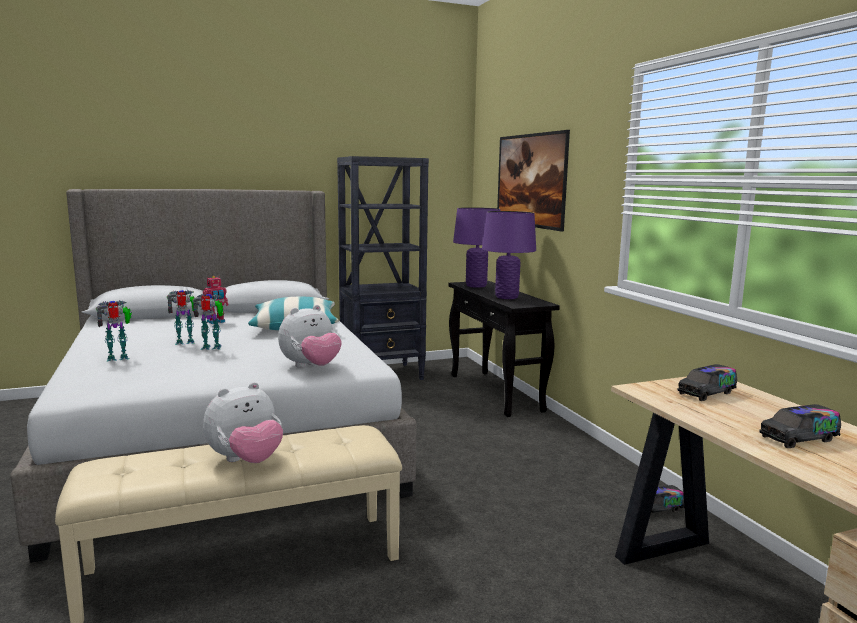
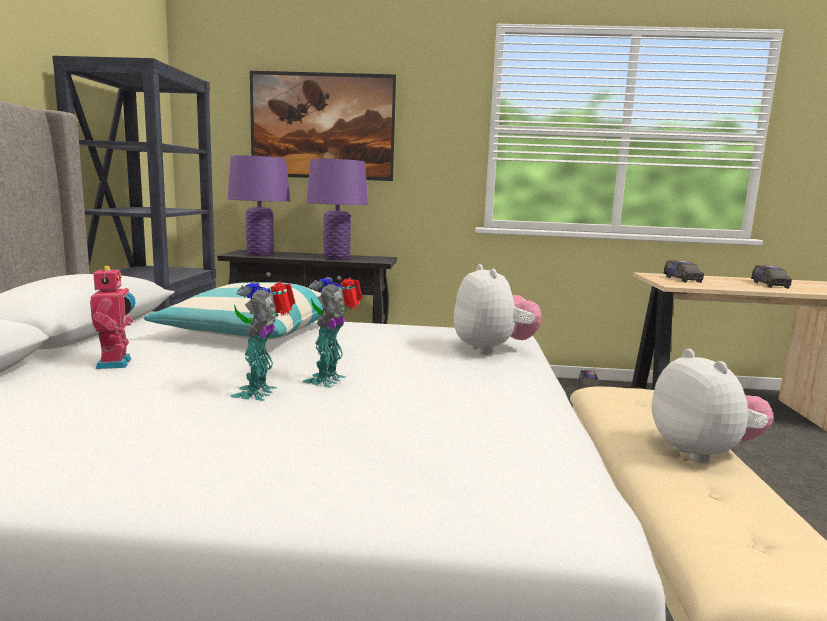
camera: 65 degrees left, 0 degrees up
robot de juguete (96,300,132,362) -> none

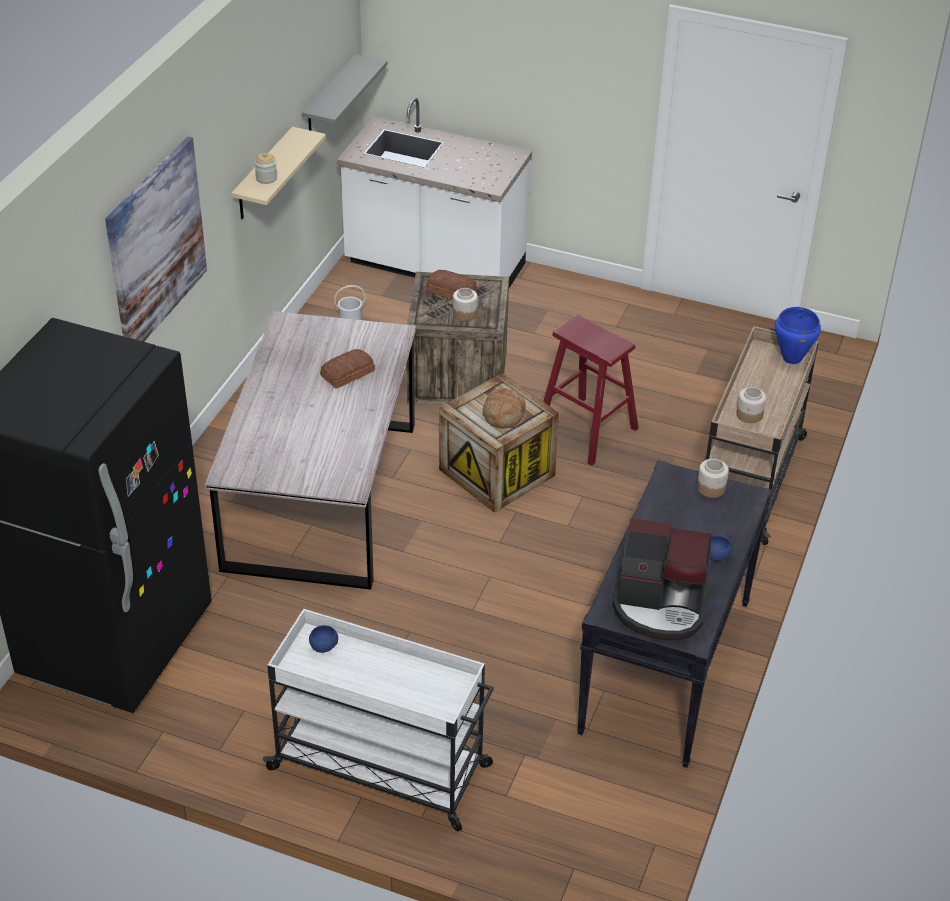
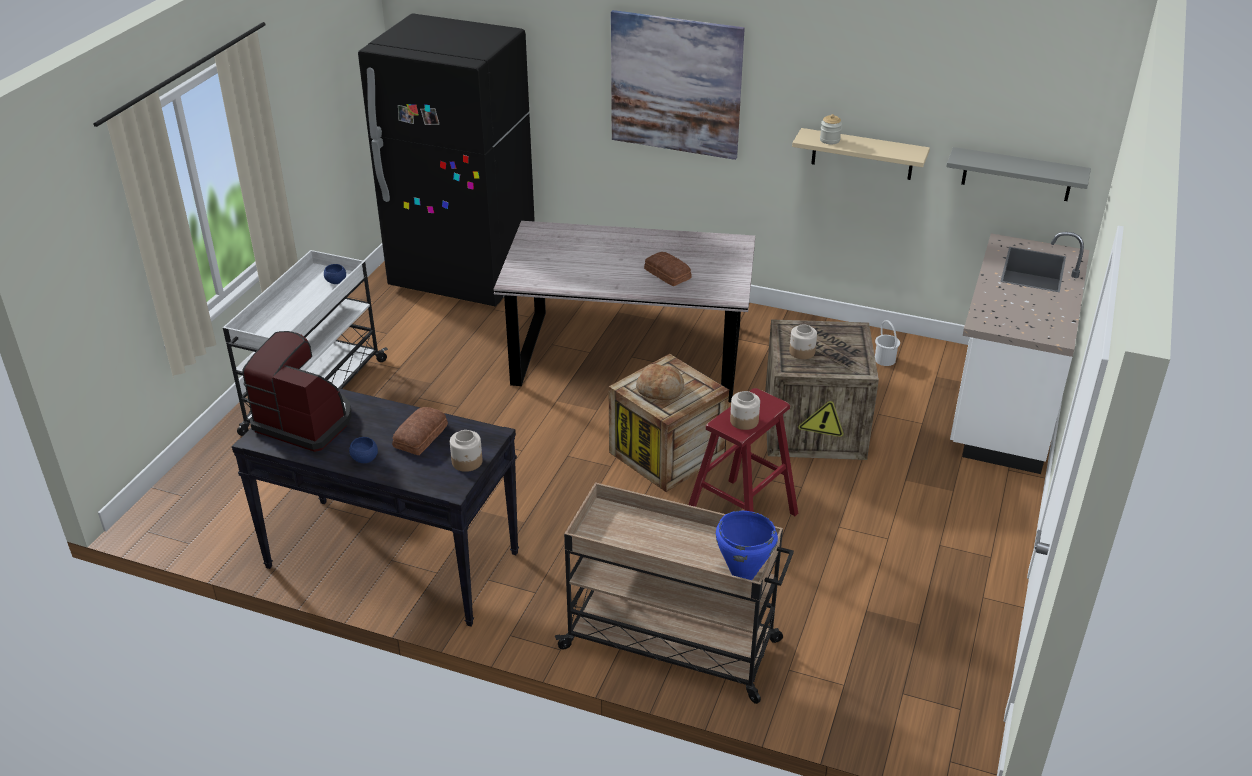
camera: 90 degrees right, 5 degrees down
cafetera (612,518,711,640) -> cafetera (242,331,352,452), 105 degrees clockwise
pan (426,270,477,299) -> pan (392,407,448,455), shifted
tarro (736,387,766,423) -> tarro (730,391,760,430), shifted

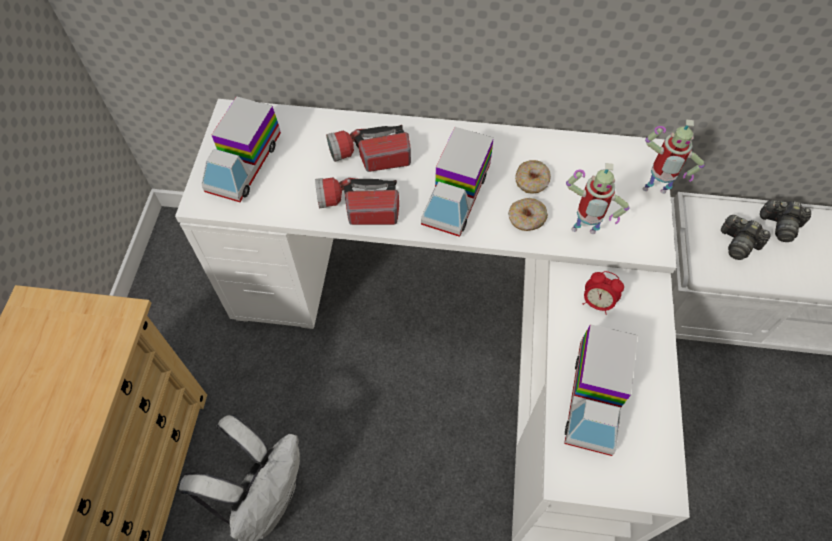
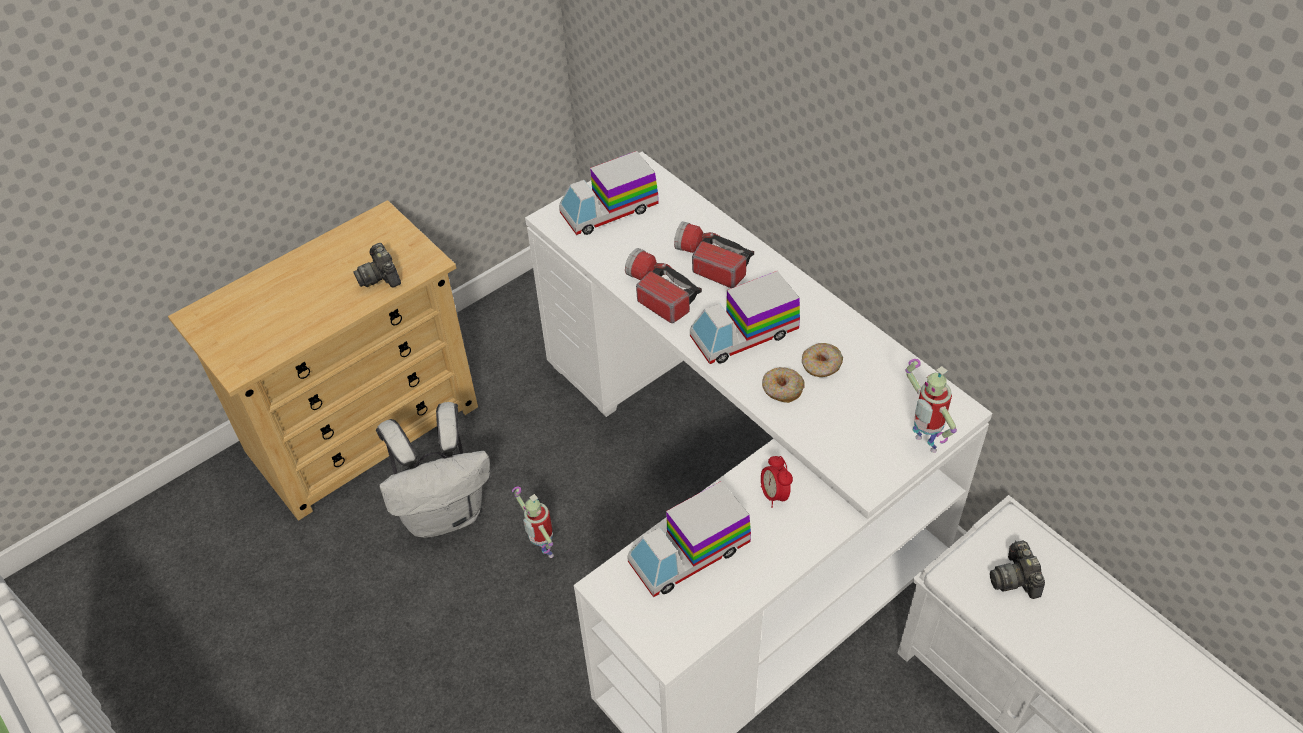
camera: 45 degrees right, 10 degrees down
cámara (760,200,811,242) -> cámara (353,243,401,288), shifted
robot de juguete (566,163,630,234) -> robot de juguete (512,487,554,558), shifted

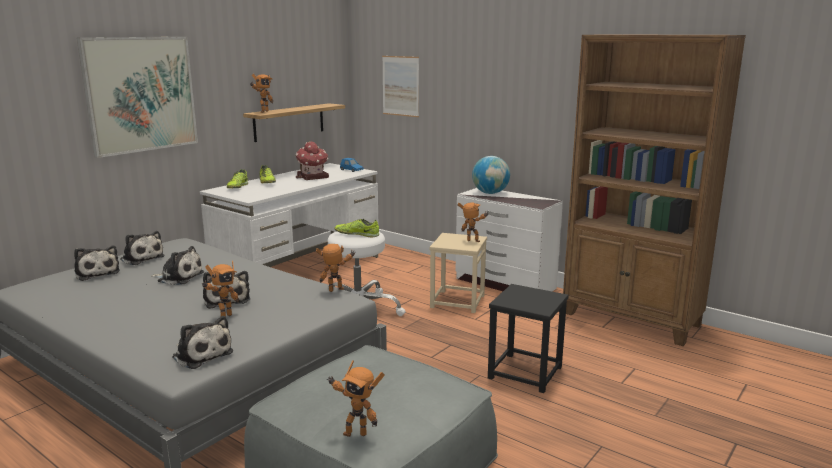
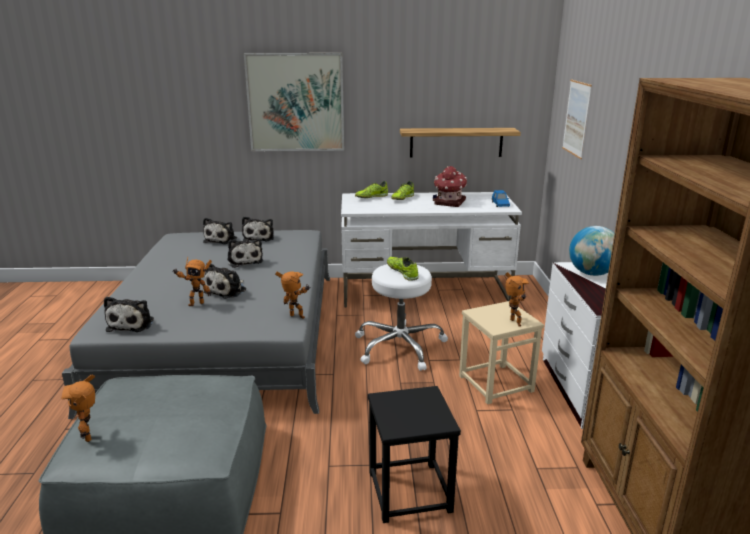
camera: 50 degrees right, 5 degrees up
robot de juguete (250,74,273,113) -> none

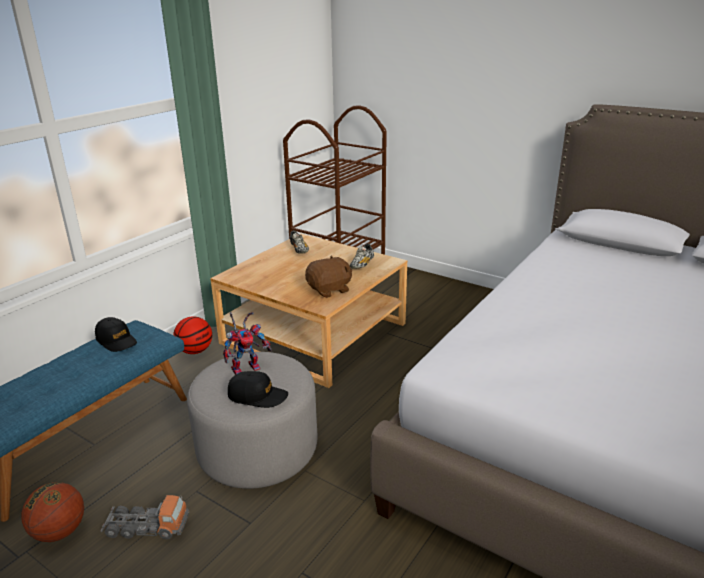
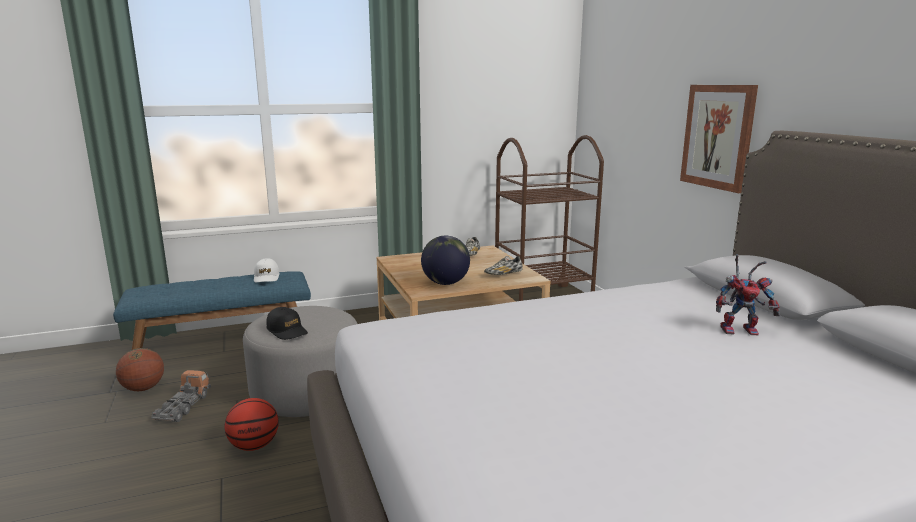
camera: 35 degrees right, 10 degrees down
camión de juguete (101,495,189,539) -> camión de juguete (151,370,211,422), 120 degrees counterclockwise
balón de baloncesto (173,316,212,354) -> balón de baloncesto (225,398,279,451), shifted
gorra (negro) (95,317,137,352) -> gorra (blanco) (254,258,280,282)
peluche (marrón) (305,256,352,298) -> globo terráqueo (421,236,470,285)
none -> cuadro (680,85,758,193)
robot de juguete (223,312,272,375) -> robot de juguete (716,254,780,335), shifted

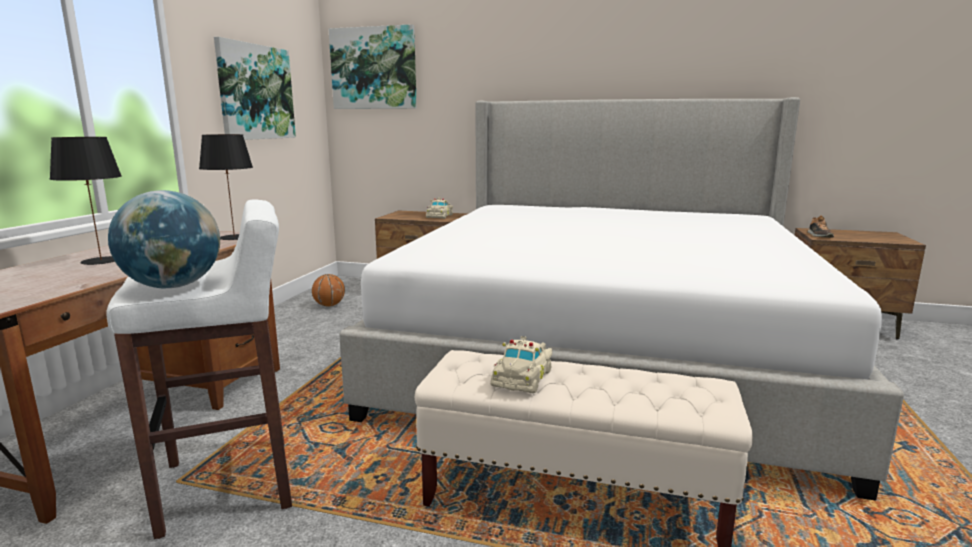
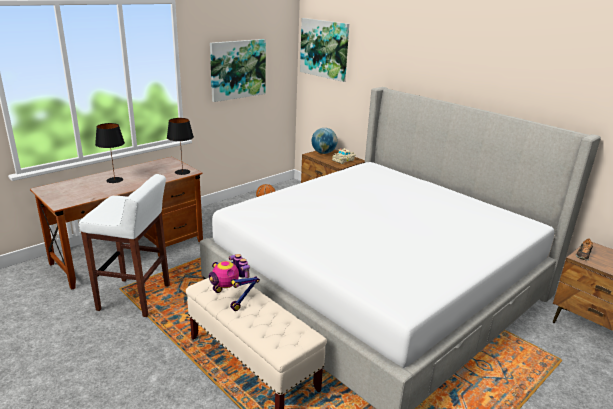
camera: 30 degrees right, 10 degrees up
coche de juguete (beis) (490,336,552,393) -> robot de juguete (209,254,260,311)
globo terráqueo (108,190,220,288) -> globo terráqueo (311,128,338,154), shifted

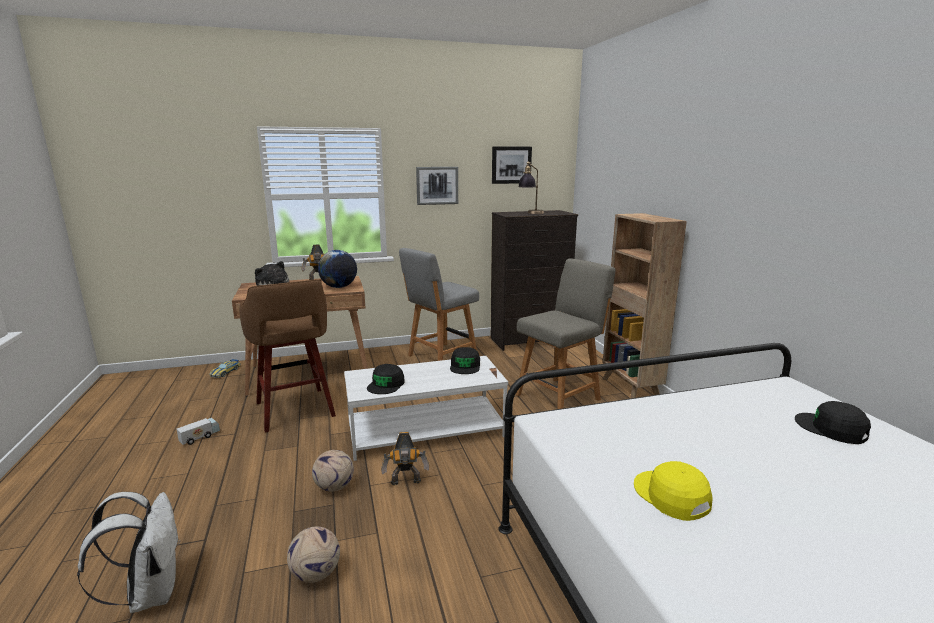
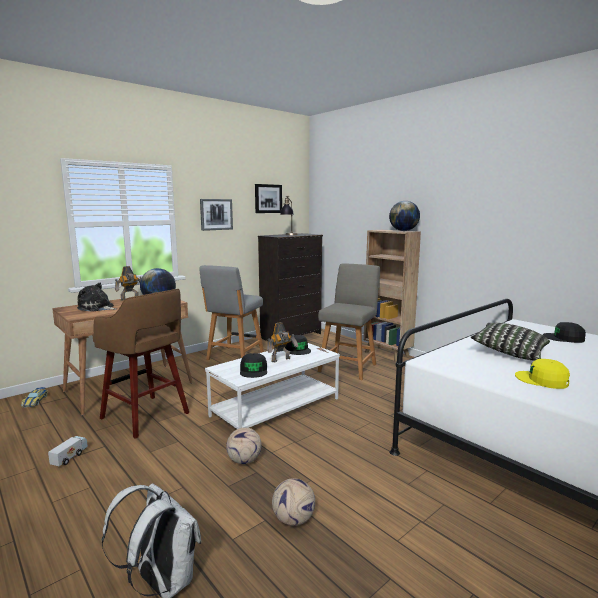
camera: 25 degrees left, 5 degrees down
robot de juguete (381,432,429,486) -> robot de juguete (267,322,298,362), shifted
none -> globo terráqueo (389,201,420,231)
none -> cojín (470,323,550,360)

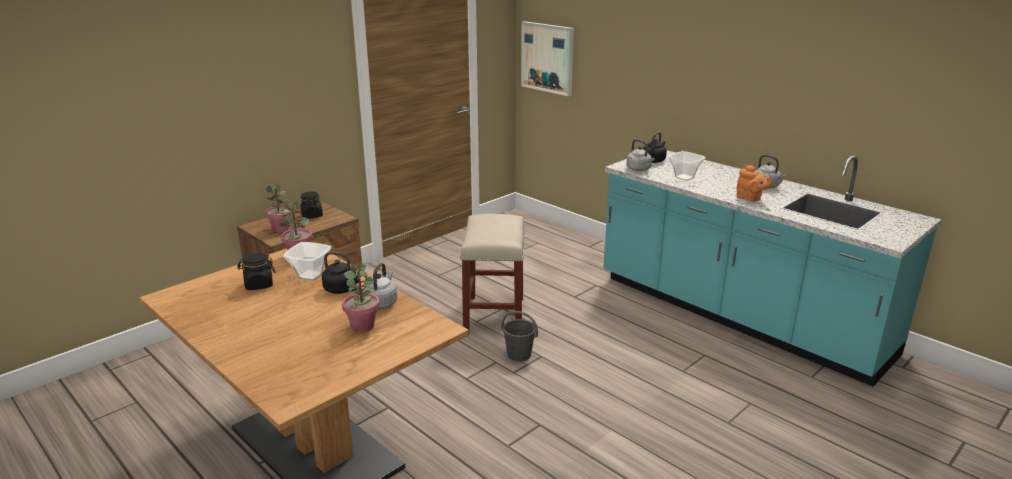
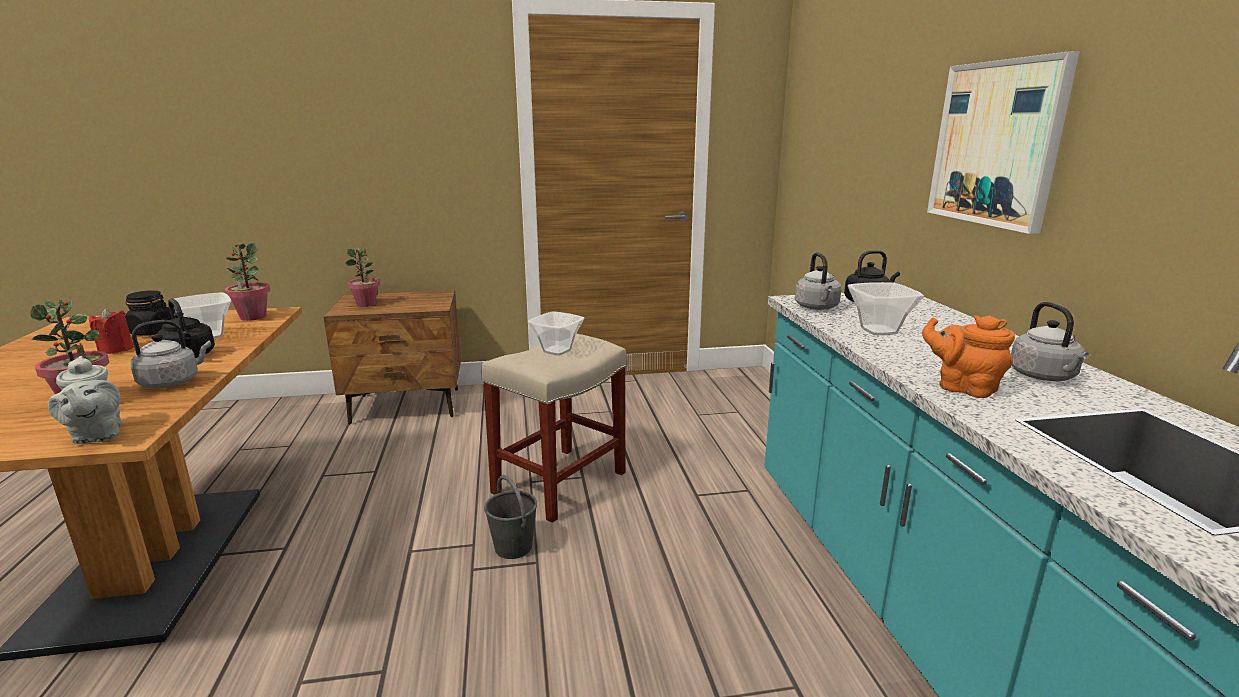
camera: 35 degrees right, 5 degrees down
none -> tetera (gris) (48,356,122,444)
none -> vela (rojo) (89,308,134,354)
none -> cuenco (527,311,584,355)
tetera (naranja) (736,164,772,202) -> tetera (naranja) (922,315,1015,398), 135 degrees clockwise
cuadro (521,21,574,96) -> cuadro (927,52,1080,234), shifted
tarro (negro) (300,191,323,218) -> none

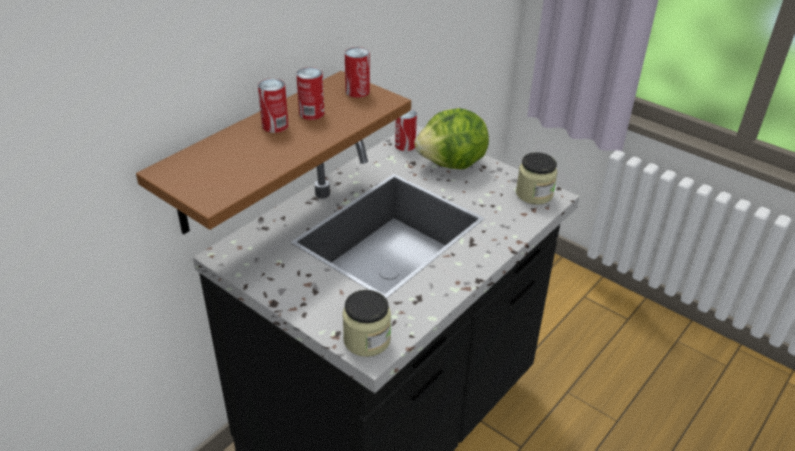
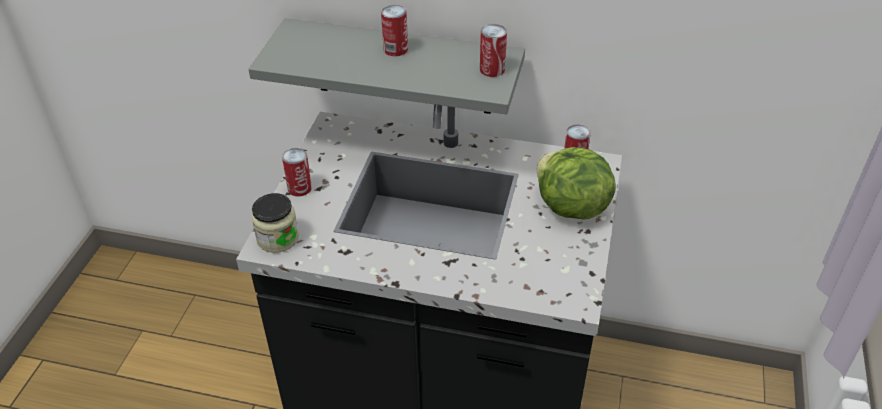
camera: 65 degrees right, 5 degrees up
estante (marrón) (136,71,411,234) -> estante (gris) (248,18,525,114)
lata (296,67,325,120) -> lata (282,148,312,196), shifted
tarro (516,152,557,205) -> none

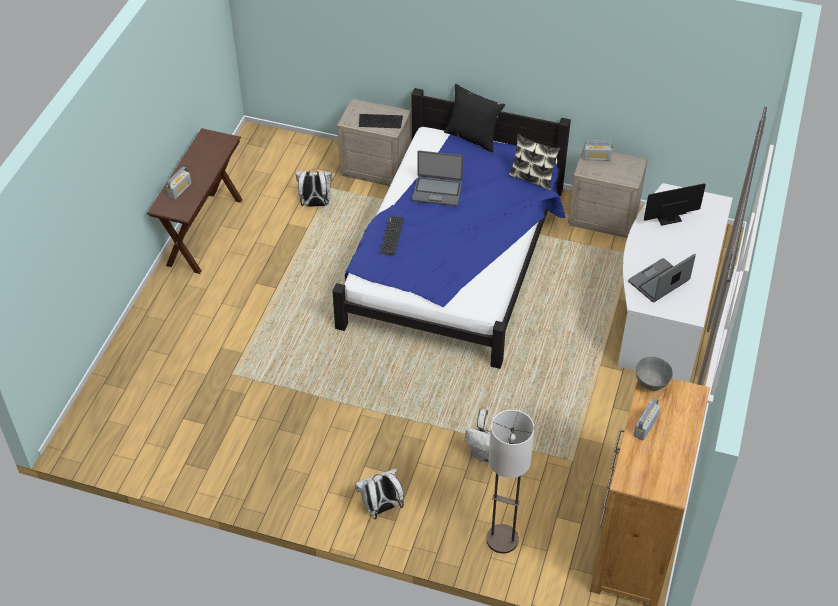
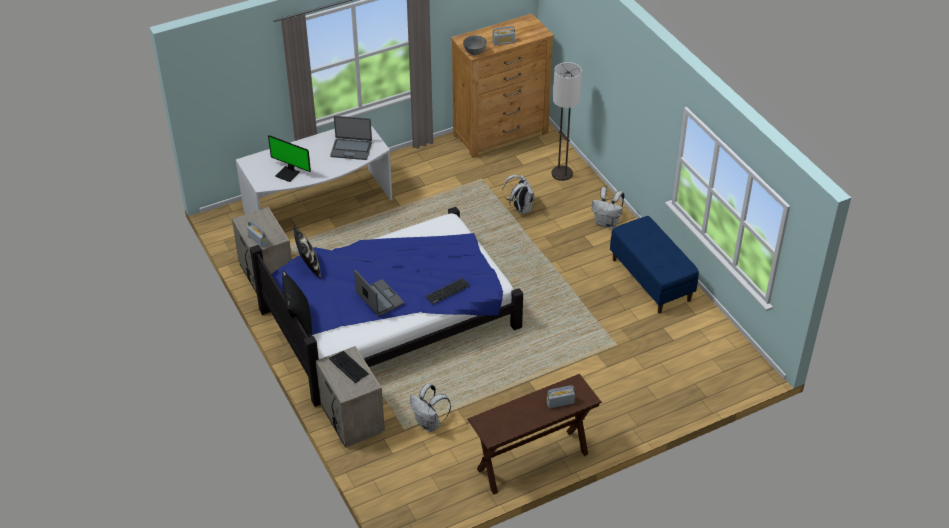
camera: 135 degrees left, 5 degrees down
none -> banco (azul) (610,216,699,313)

